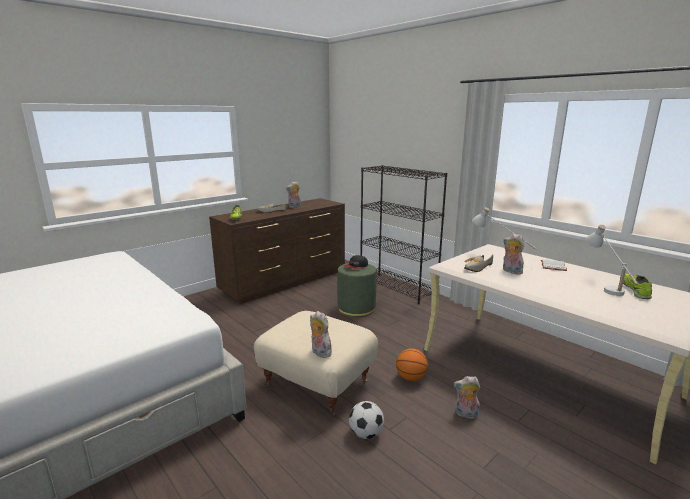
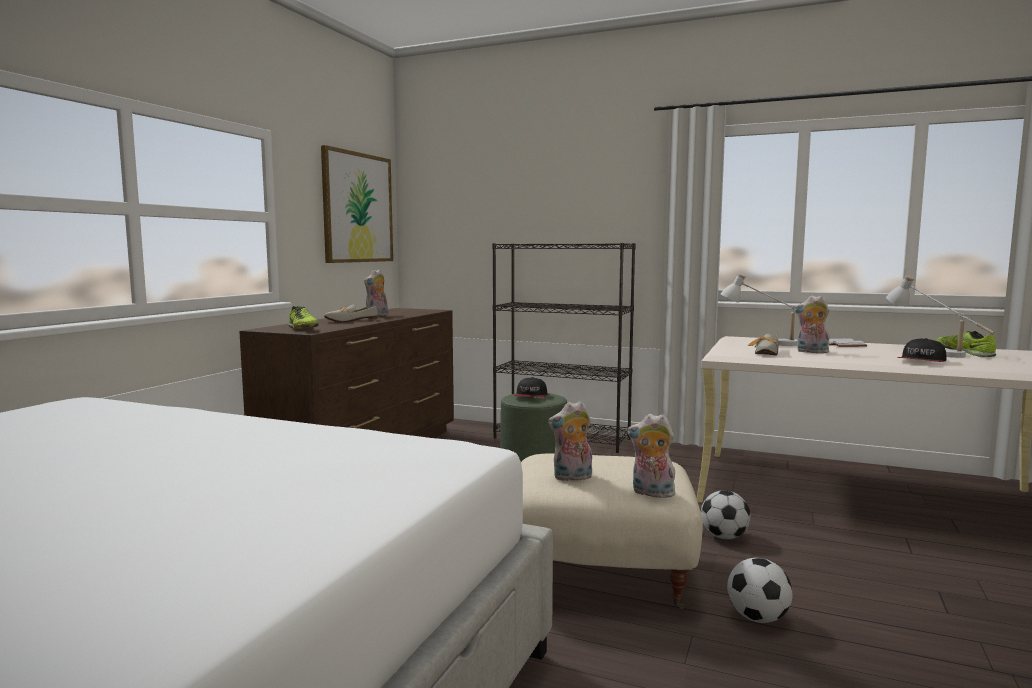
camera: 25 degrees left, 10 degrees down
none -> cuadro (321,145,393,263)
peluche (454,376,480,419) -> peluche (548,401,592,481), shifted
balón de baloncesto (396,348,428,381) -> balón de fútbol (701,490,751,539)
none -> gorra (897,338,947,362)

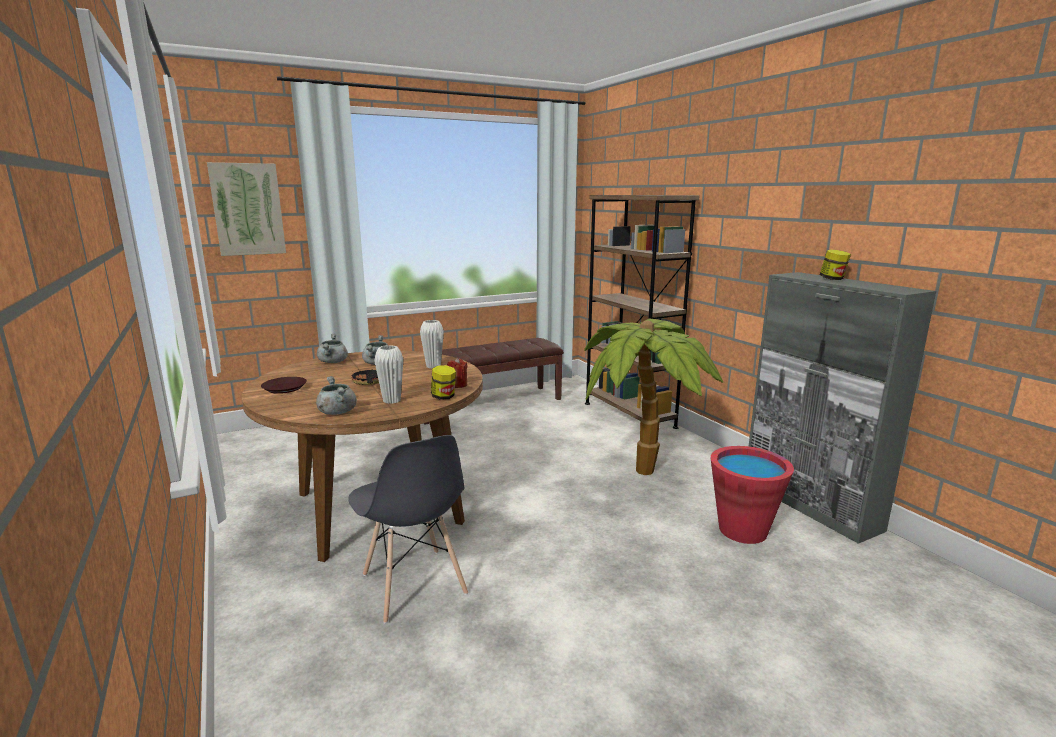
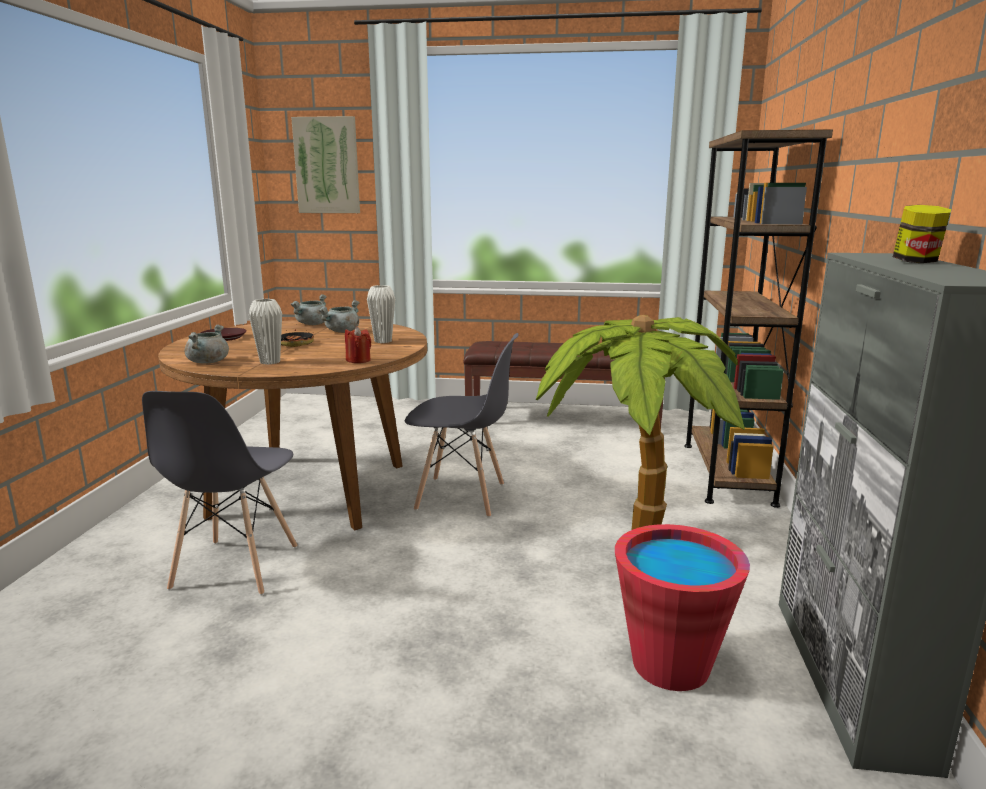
camera: 35 degrees right, 0 degrees up
none -> silla (gris) (405,333,519,518)
tarro (431,365,456,400) -> none

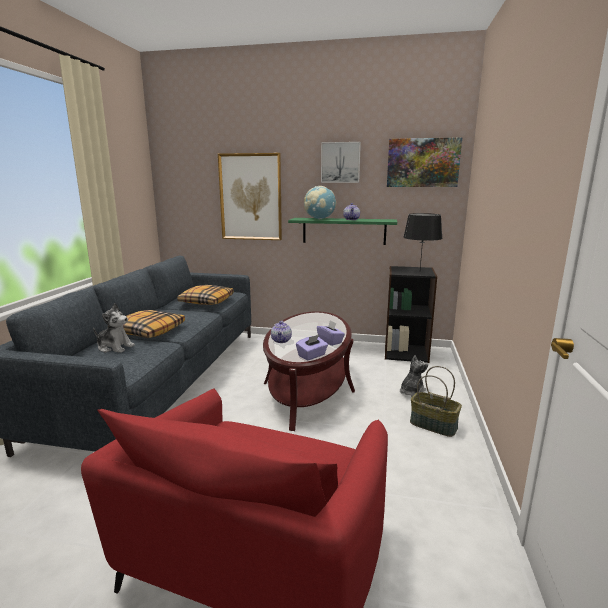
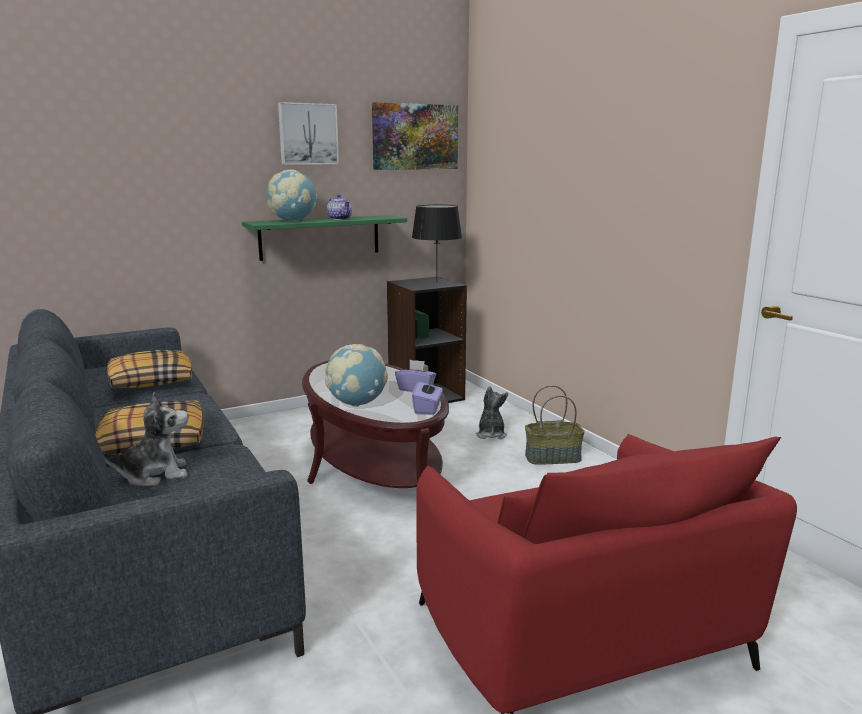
camera: 40 degrees left, 0 degrees up
tetera (271,321,292,343) -> globo terráqueo (325,344,388,407)
cuadro (218,153,282,240) -> none

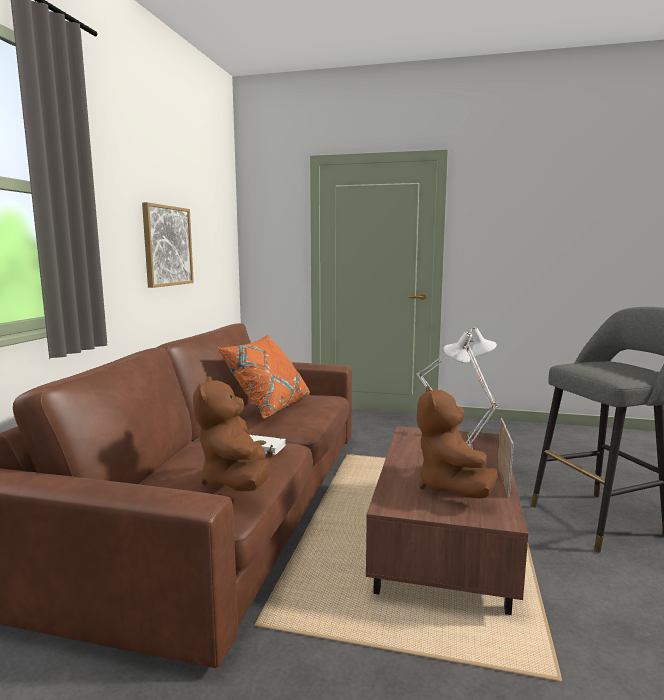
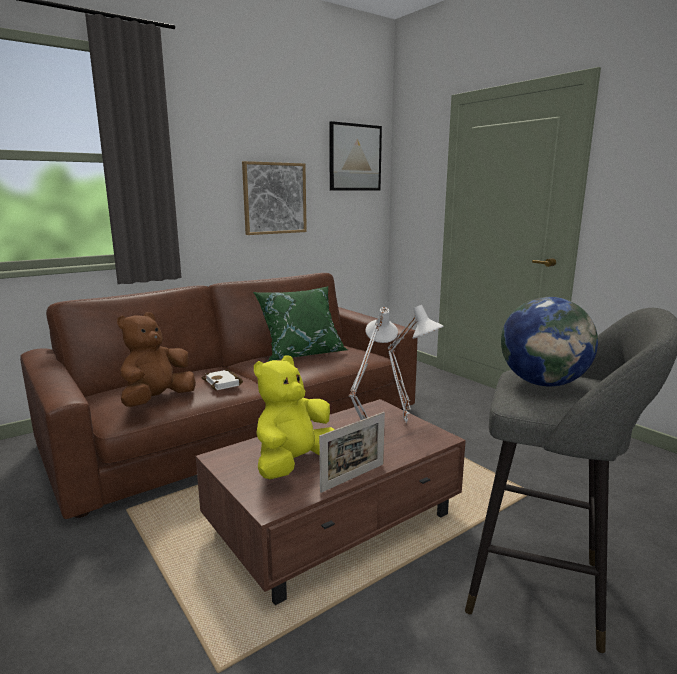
camera: 40 degrees right, 5 degrees up
cojín (naranja) (218,335,310,419) -> cojín (verde) (253,286,348,361)
peluche (marrón) (417,386,498,499) -> peluche (amarillo) (254,355,334,479)
none -> cuadro (329,121,382,191)
none -> globo terráqueo (501,297,598,386)

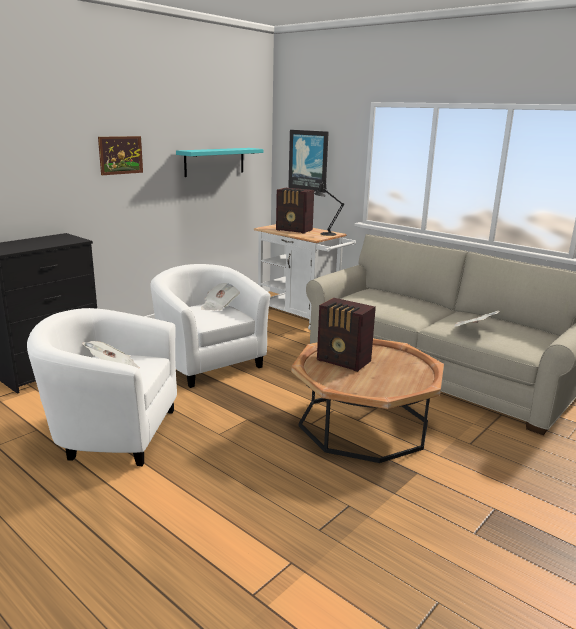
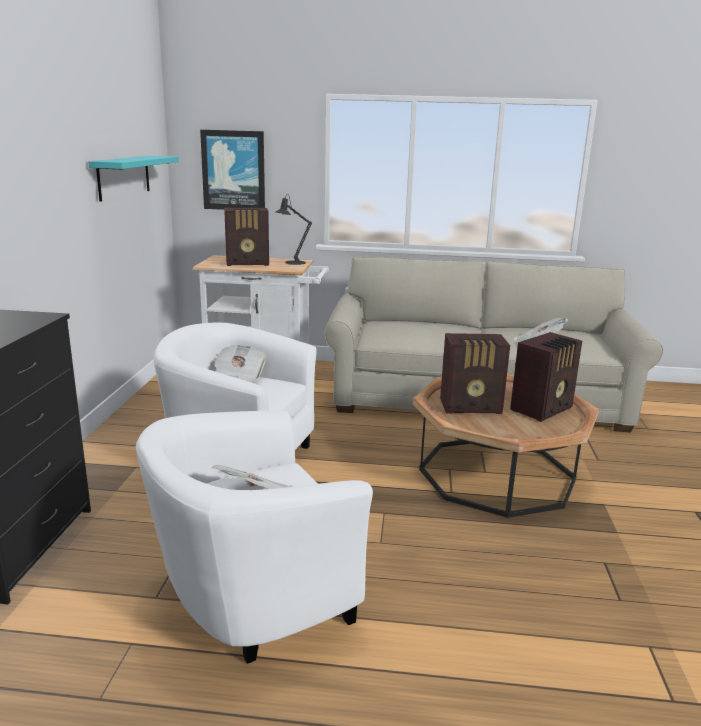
camera: 35 degrees left, 0 degrees up
none -> radio (510,332,582,422)
cuadro (98,136,143,175) -> none

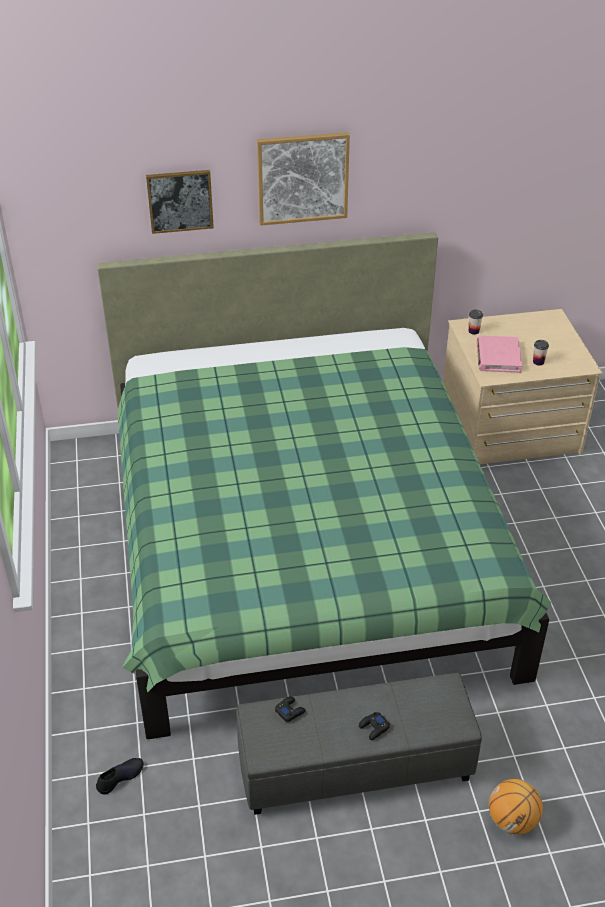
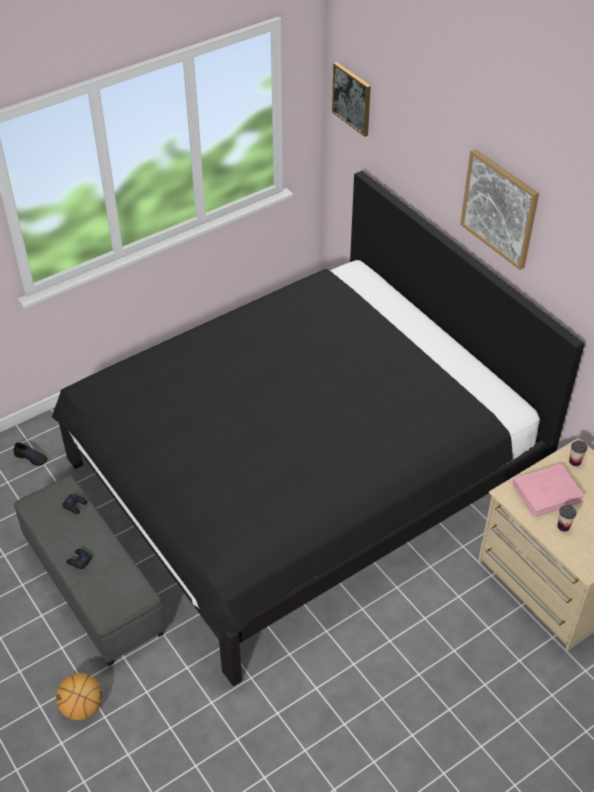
camera: 65 degrees right, 5 degrees up
cama (verde) (97,232,551,739) -> cama (negro) (52,171,585,686)
cuadro (146,170,214,234) -> cuadro (332,62,371,137), shifted

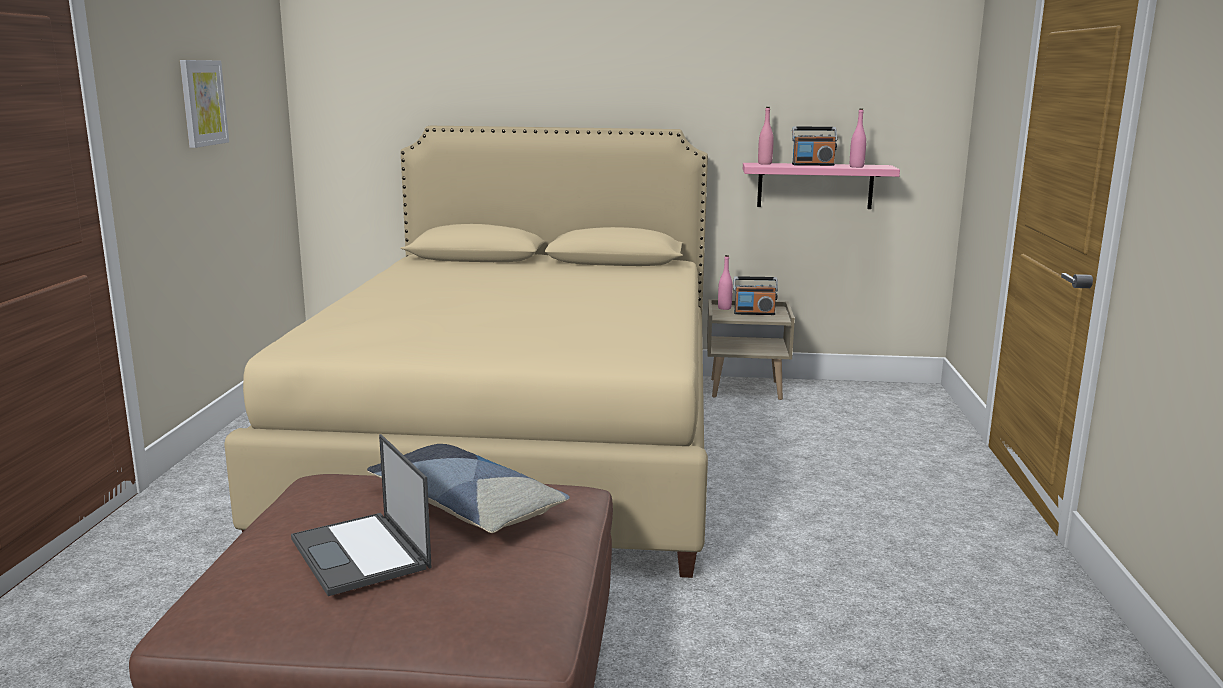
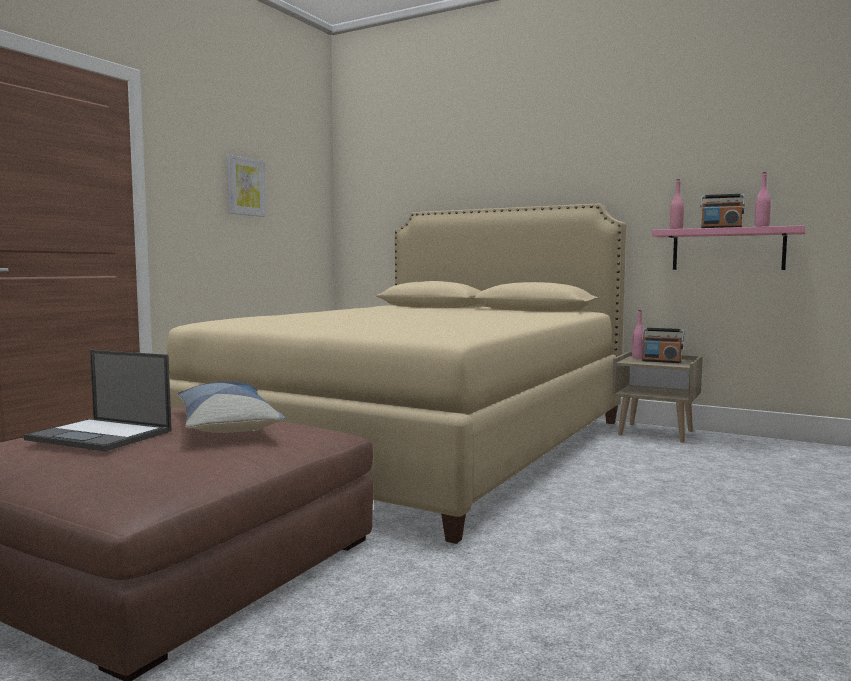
camera: 25 degrees right, 10 degrees down
portátil (291,434,431,596) -> portátil (24,350,172,451), 60 degrees counterclockwise

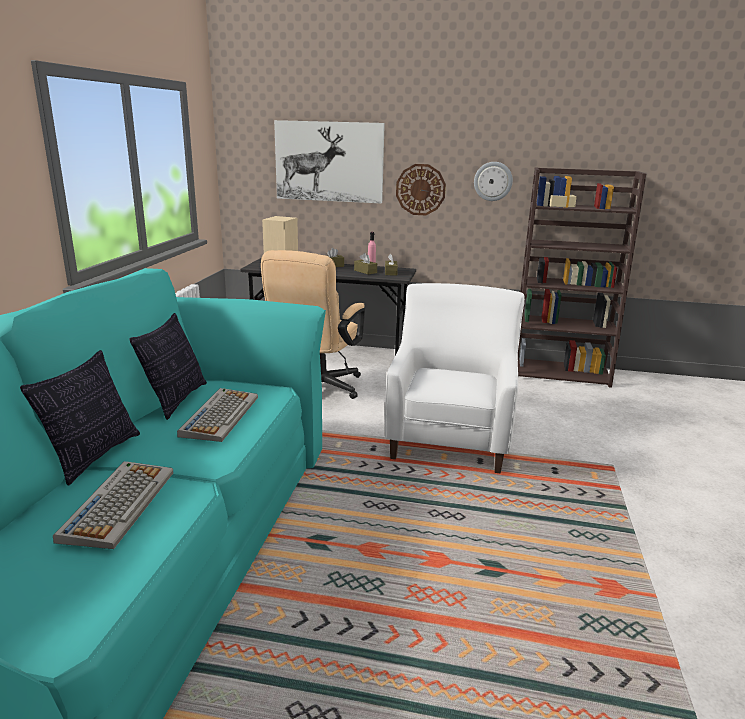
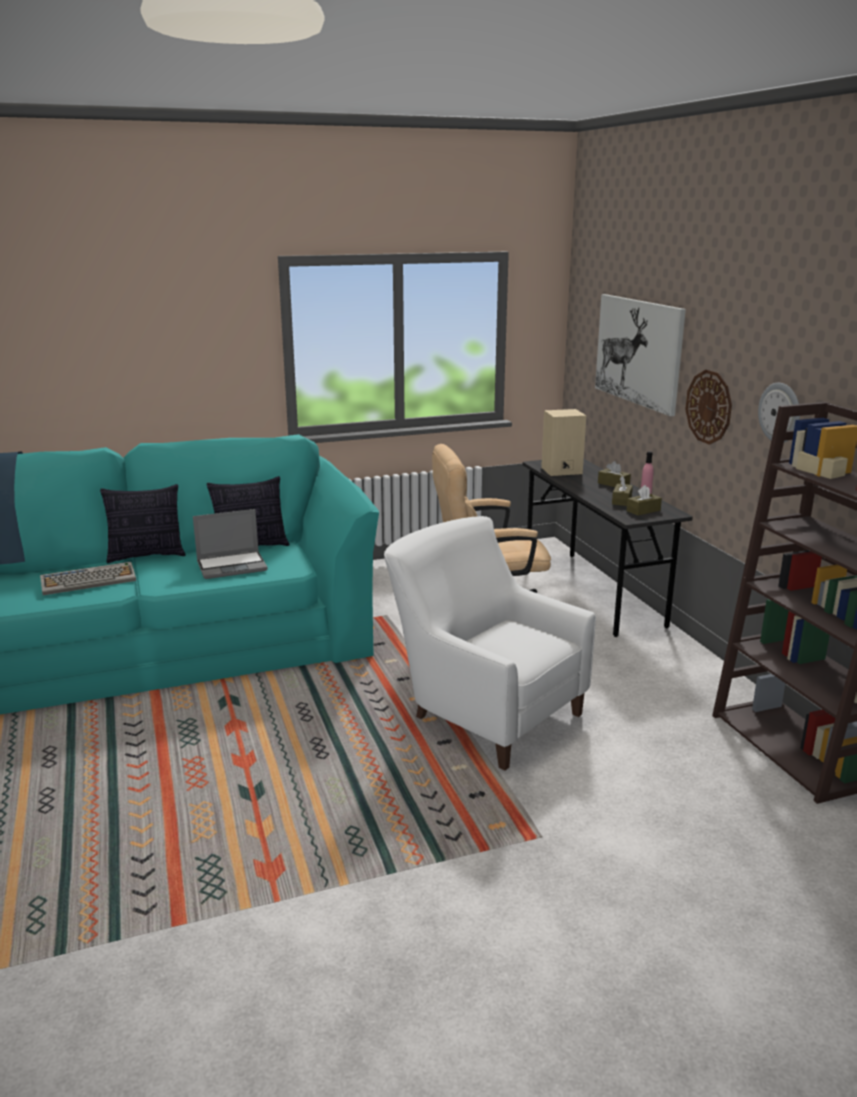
camera: 60 degrees right, 0 degrees up
teclado (177,388,258,442) -> portátil (193,509,268,579)
sillón (blanco) (385,283,525,473) -> sillón (blanco) (384,516,596,770), 120 degrees counterclockwise

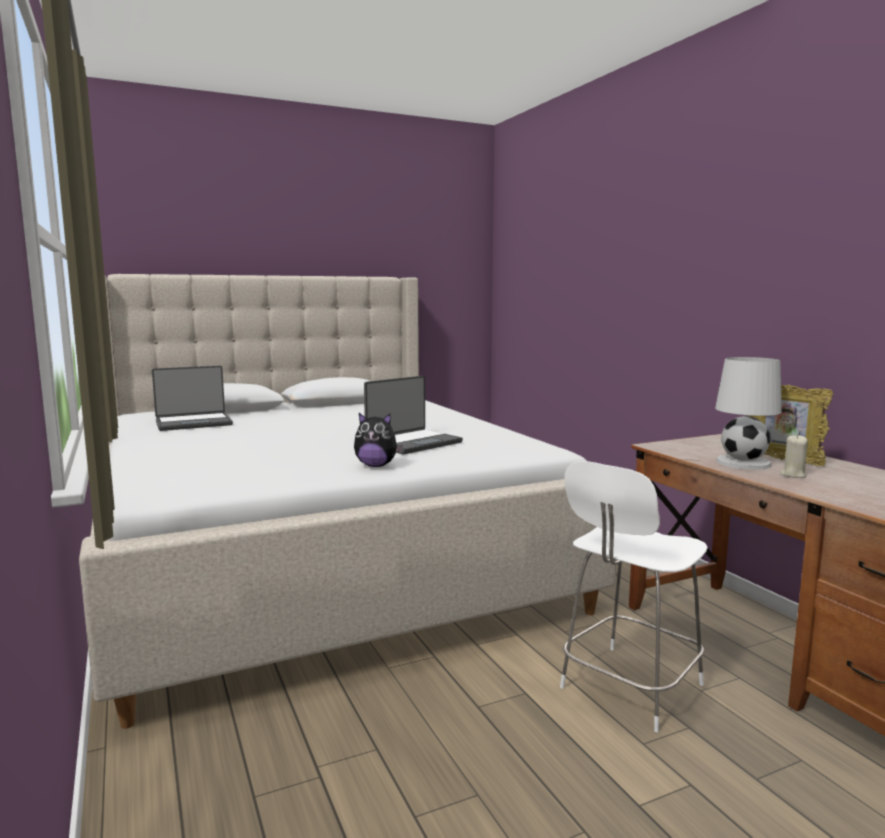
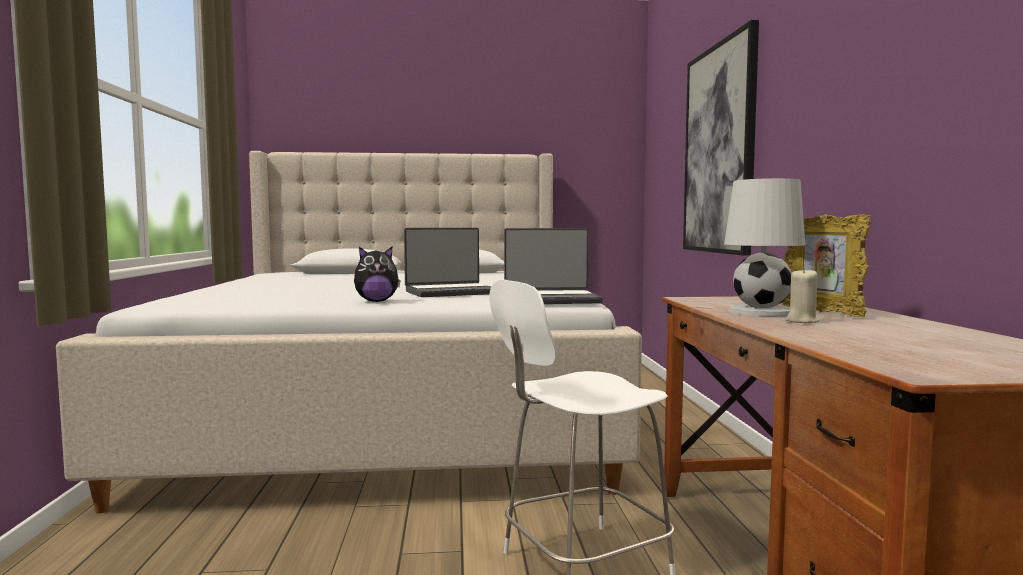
camera: 20 degrees right, 5 degrees down
peluche (354,413,403,467) -> peluche (354,247,401,302), 45 degrees counterclockwise
portátil (152,366,233,431) -> portátil (504,228,603,304), shifted
none -> cuadro (683,20,759,256)

